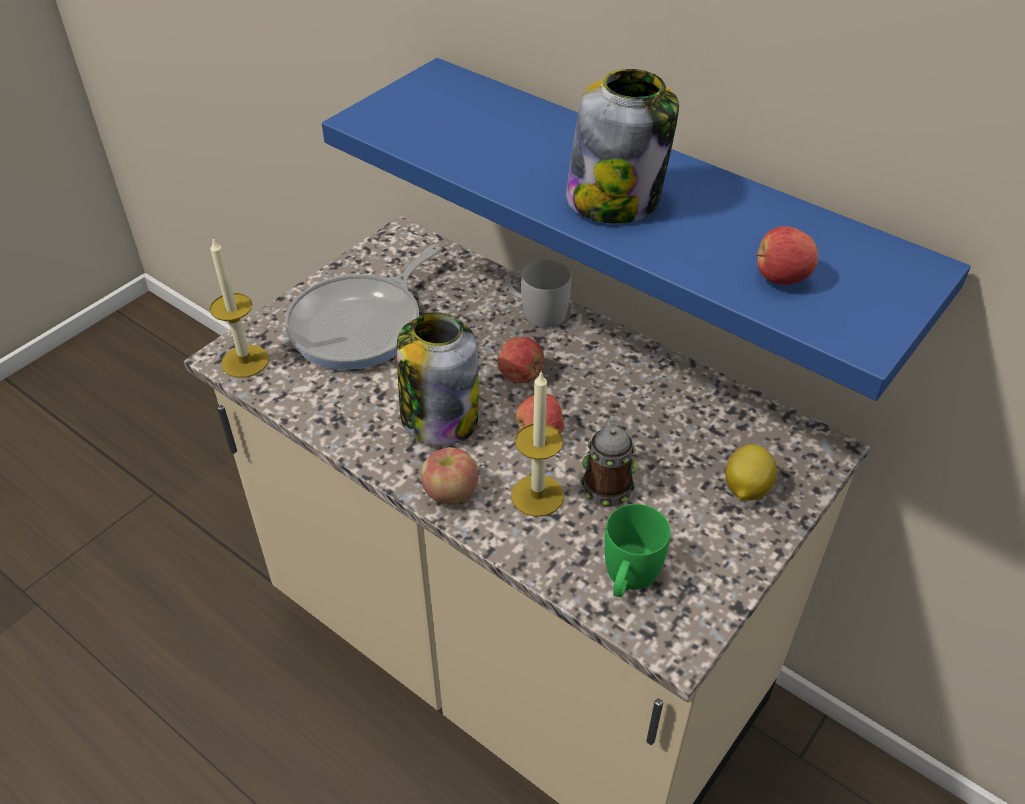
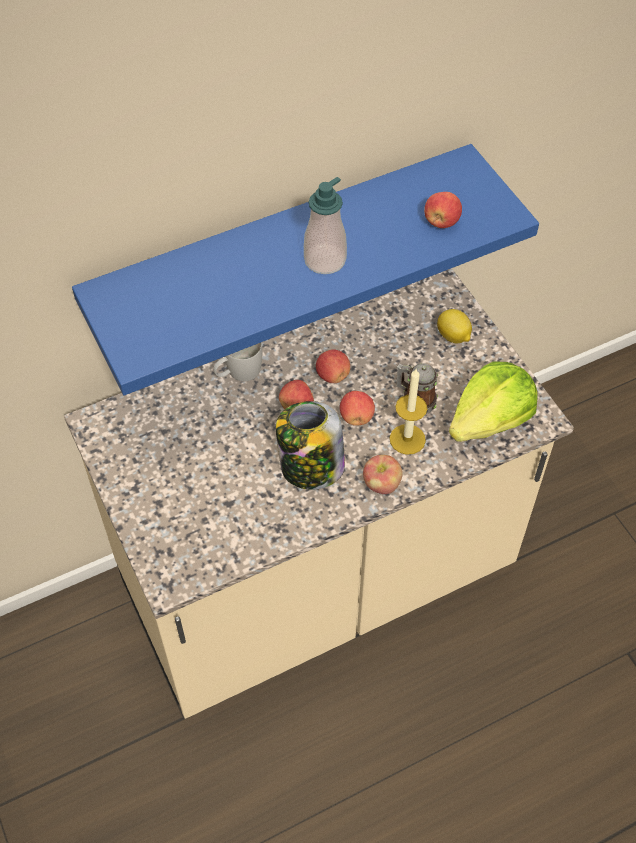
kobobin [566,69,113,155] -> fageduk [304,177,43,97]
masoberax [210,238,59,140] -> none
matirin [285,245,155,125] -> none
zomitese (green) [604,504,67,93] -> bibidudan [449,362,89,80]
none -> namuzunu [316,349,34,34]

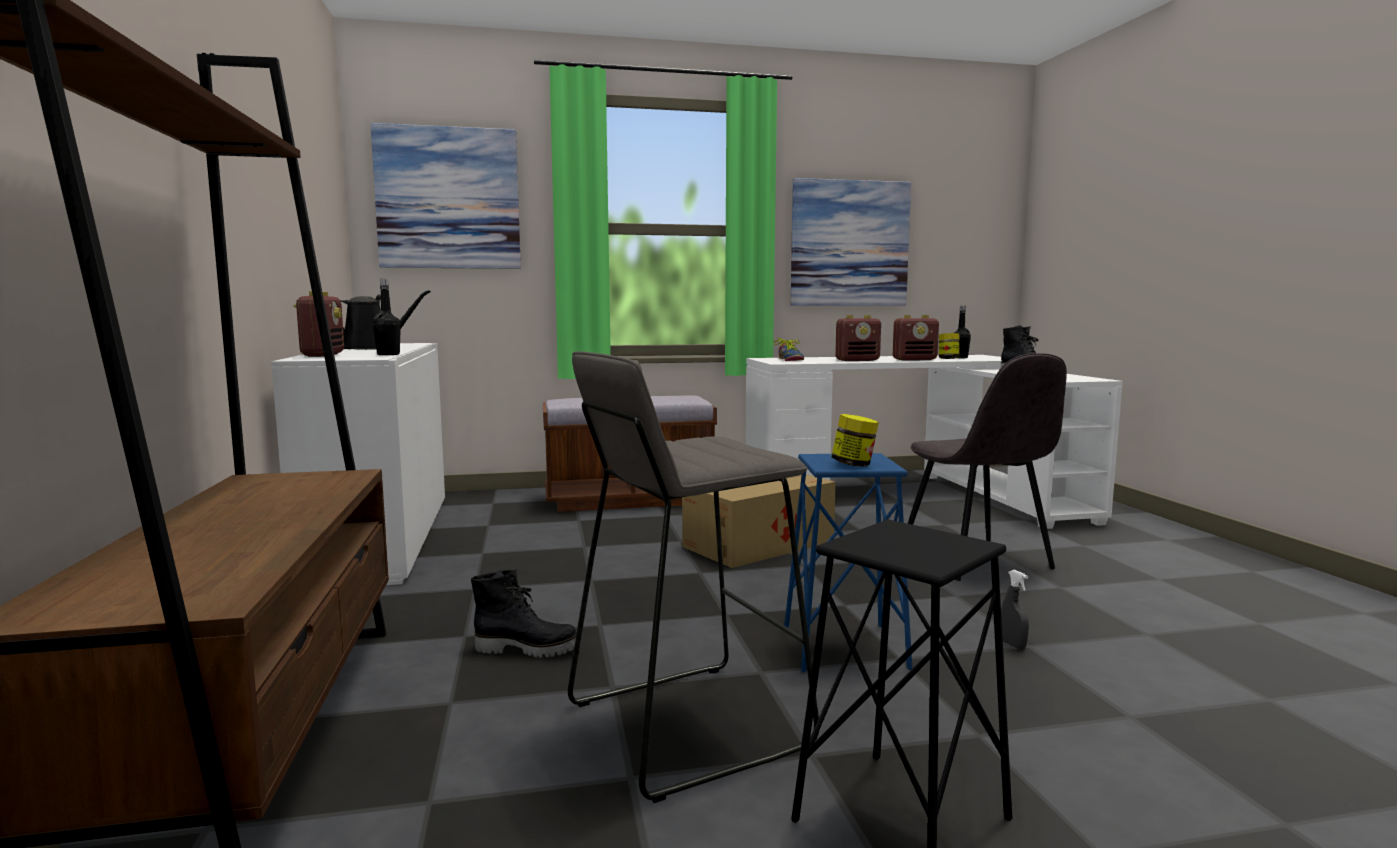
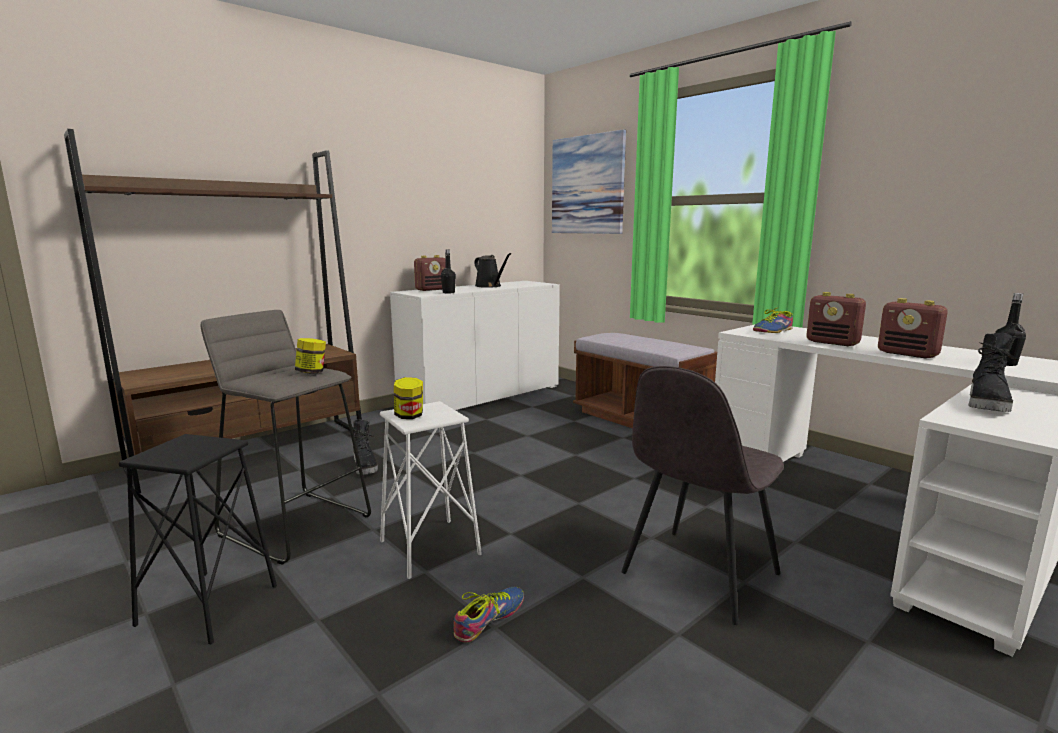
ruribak [791,178,120,128] -> none
kobobin [939,333,21,26] -> kobobin [295,338,31,36], relocated
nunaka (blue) [784,453,128,219] -> nunaka (white) [380,401,102,178]
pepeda [682,475,154,93] -> none
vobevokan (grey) [1001,570,28,80] -> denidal [453,587,71,55]

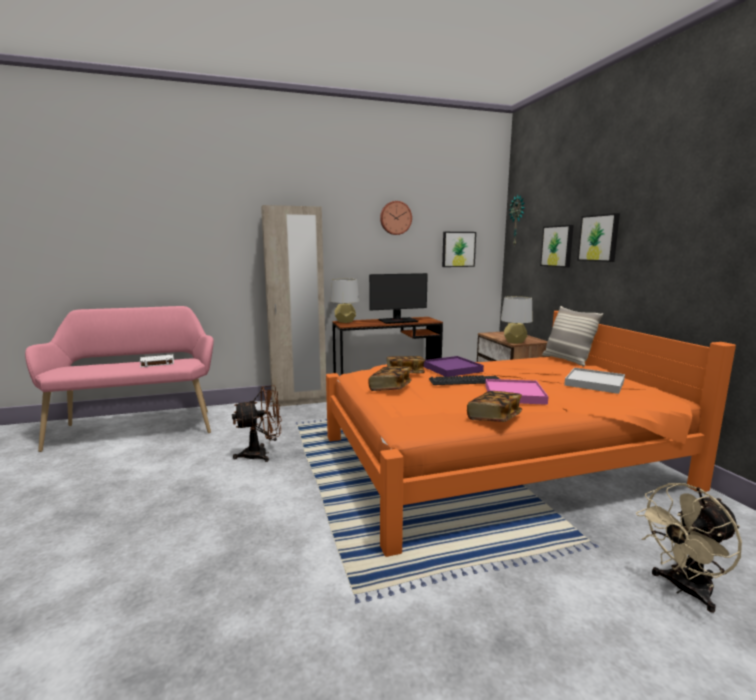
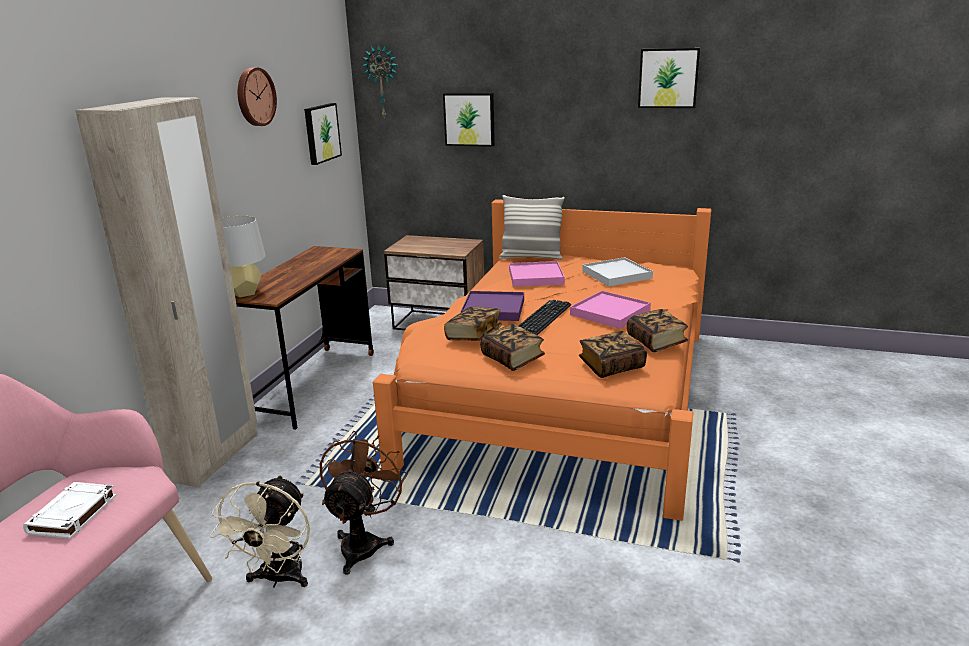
ruribak [577,213,43,49] -> ruribak [638,48,62,60], relocated
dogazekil [369,273,59,51] -> none
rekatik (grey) [501,296,32,48] -> none
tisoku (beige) [636,483,106,130] -> tisoku (beige) [210,475,100,113], relocated
none -> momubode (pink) [509,261,56,26]
none -> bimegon [579,331,68,47]

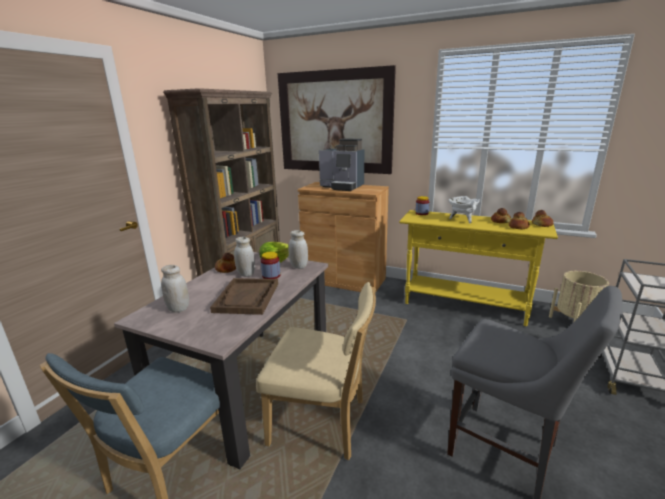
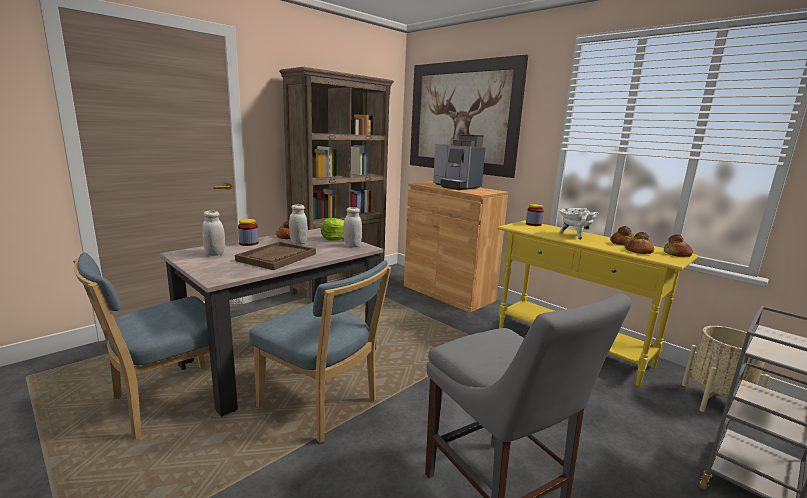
kobobin [261,252,19,27] -> kobobin [238,219,21,27], relocated
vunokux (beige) [256,282,120,178] -> vunokux (blue) [249,260,142,183]

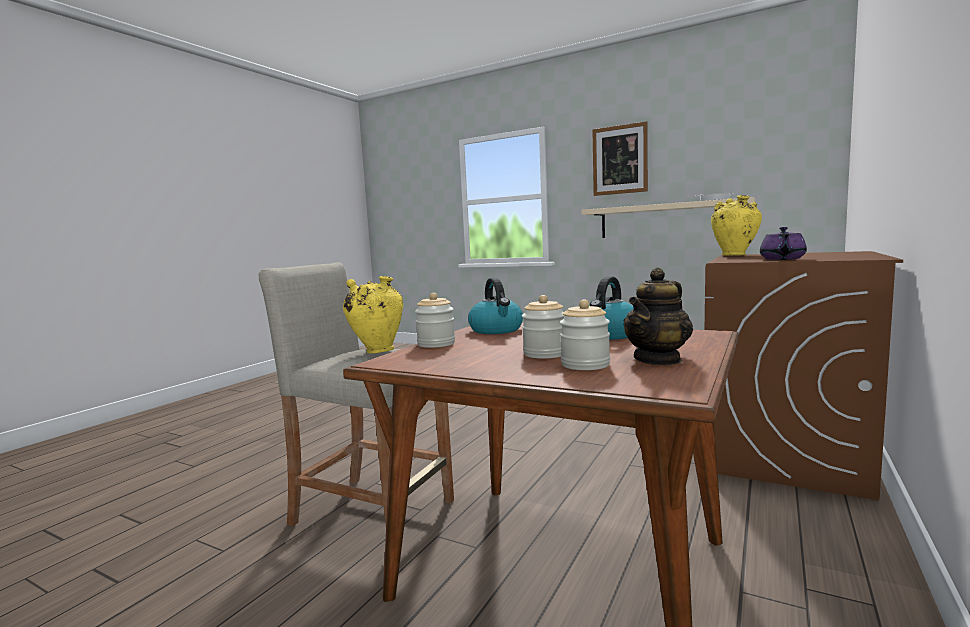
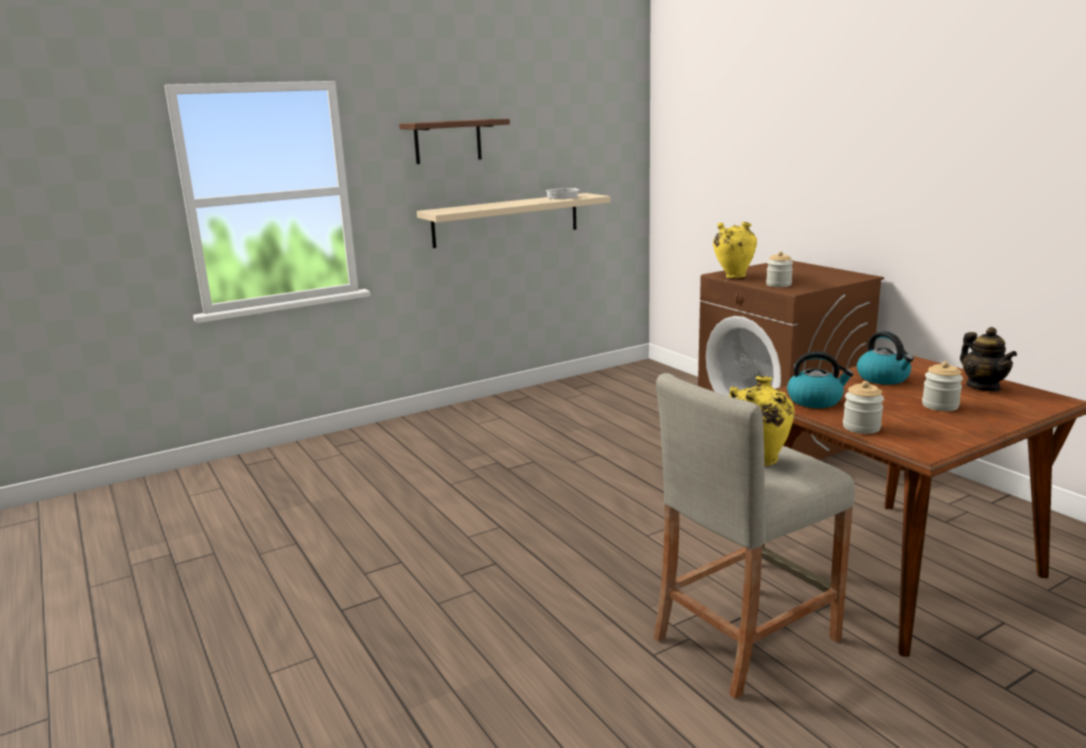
ruribak [592,121,56,75] -> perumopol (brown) [399,119,111,45]
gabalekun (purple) [760,227,47,33] -> none
kobobin [560,299,50,71] -> kobobin [766,251,27,36], relocated

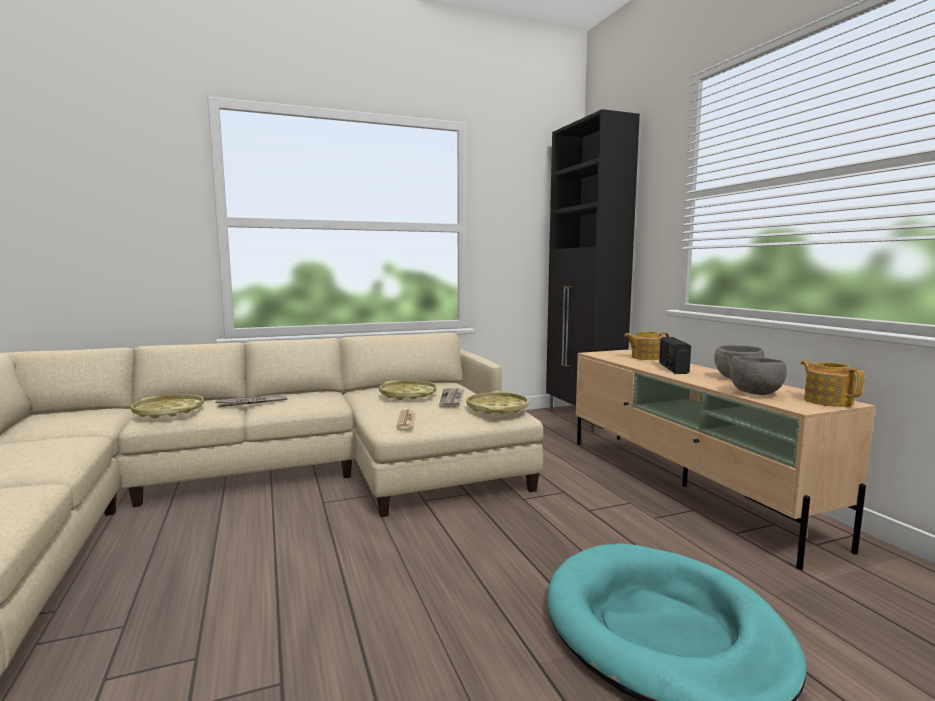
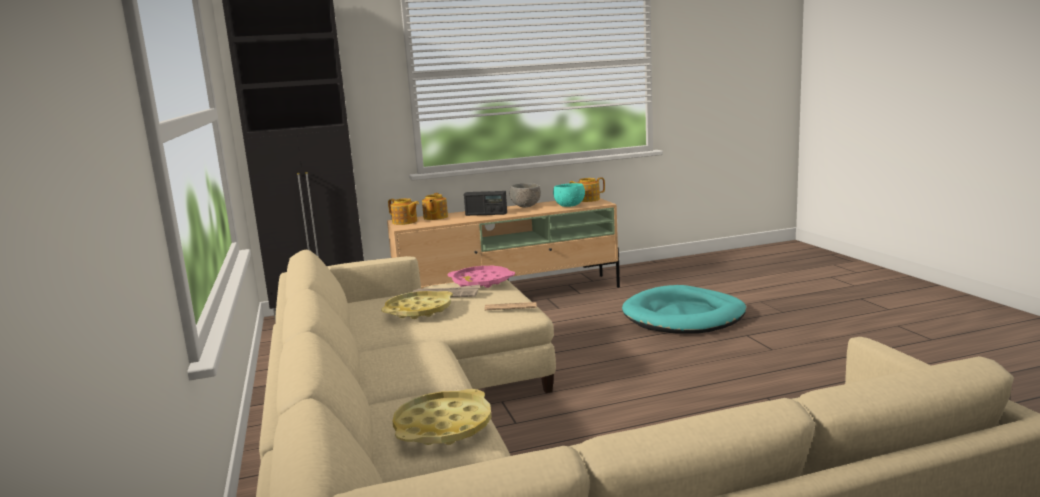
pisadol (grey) [729,356,58,39] -> pisadol (turquoise) [553,183,32,24]
momubode (yellow) [467,391,62,23] -> momubode (pink) [447,266,68,22]
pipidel [215,394,72,13] -> none
none -> gabalekun [388,198,31,27]

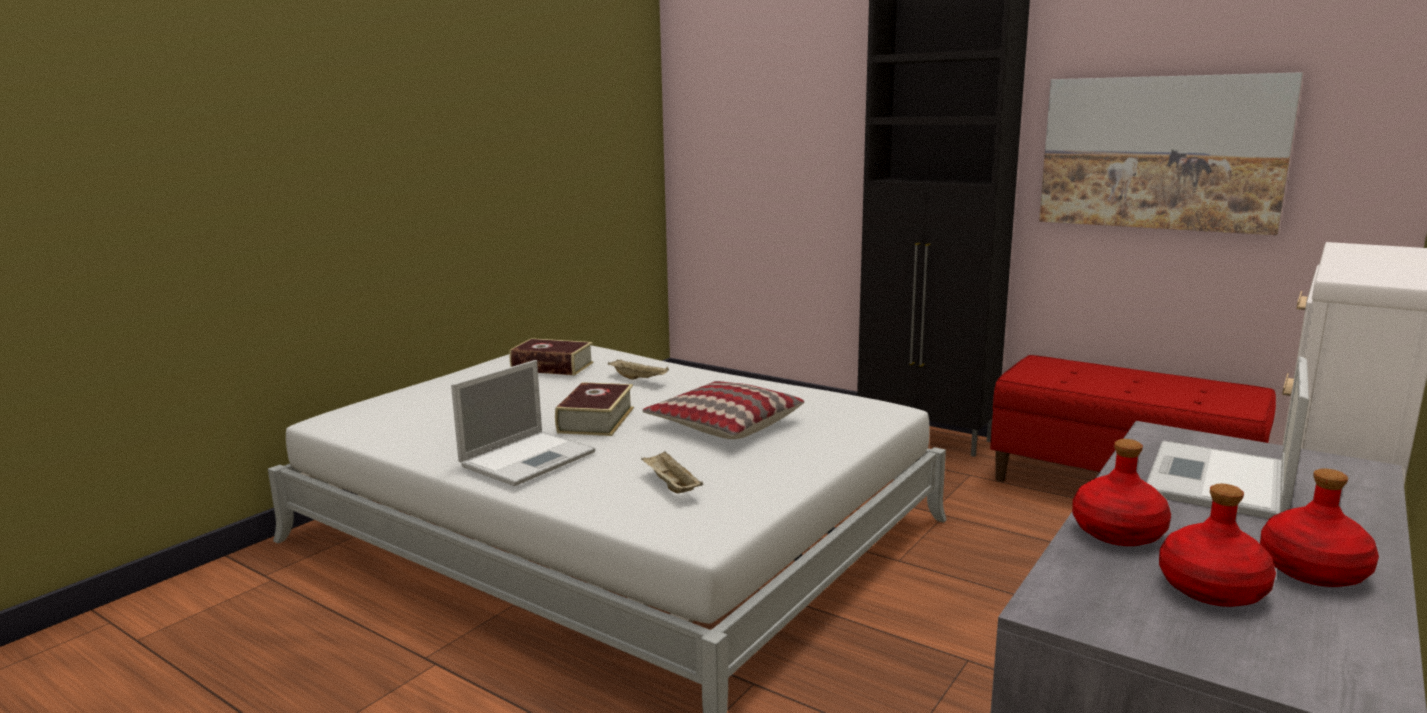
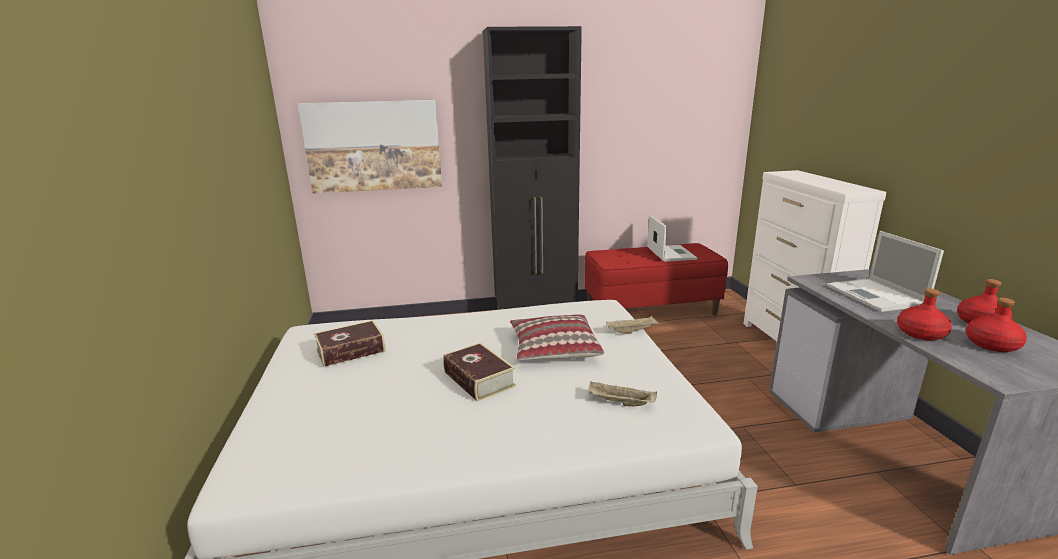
ruribak [1039,72,264,163] -> ruribak [298,100,144,93], relocated
momubode (beige) [608,359,61,21] -> momubode (beige) [606,316,55,18], relocated
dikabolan [451,360,144,126] -> dikabolan [647,215,50,47], relocated

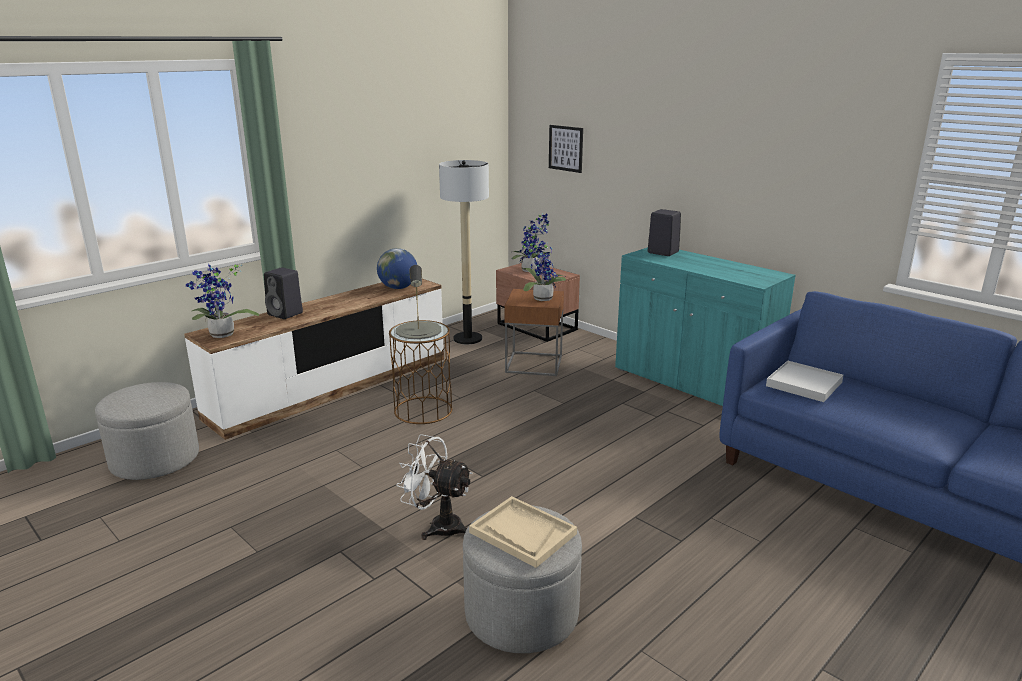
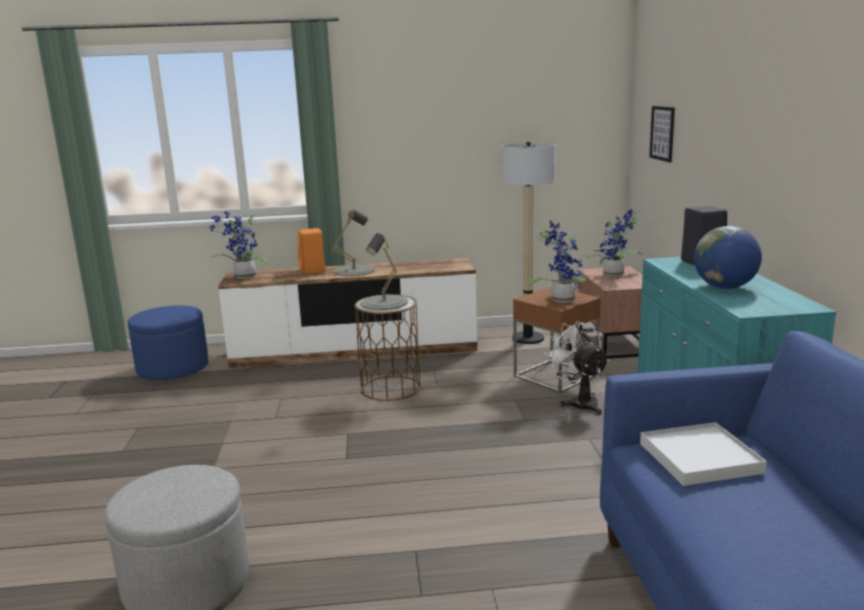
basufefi [377,248,40,41] -> basufefi [694,226,68,63], relocated
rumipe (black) [264,267,39,52] -> rumipe (orange) [298,228,27,46]
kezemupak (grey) [95,382,104,98] -> kezemupak (blue) [128,305,81,75]
tisoku (white) [396,434,77,106] -> tisoku (white) [544,321,66,94], relocated
momubode (beige) [469,496,108,72] -> none
none -> rekatik (grey) [332,209,43,67]

